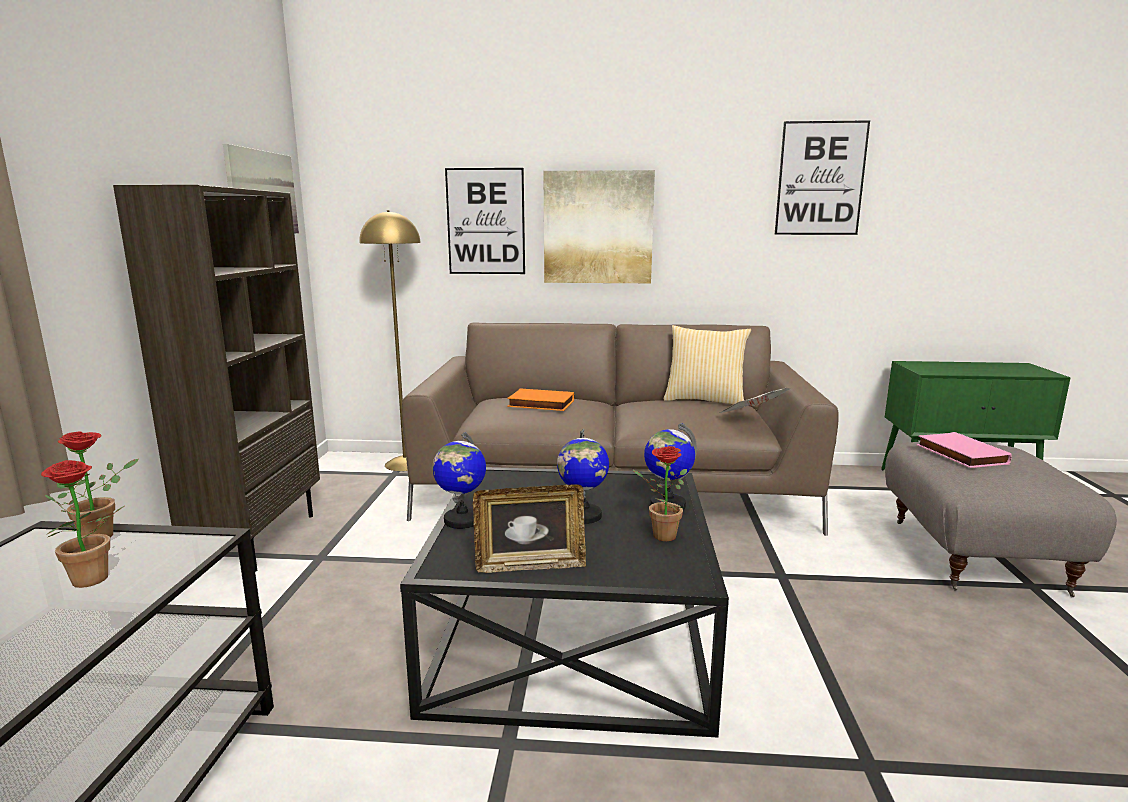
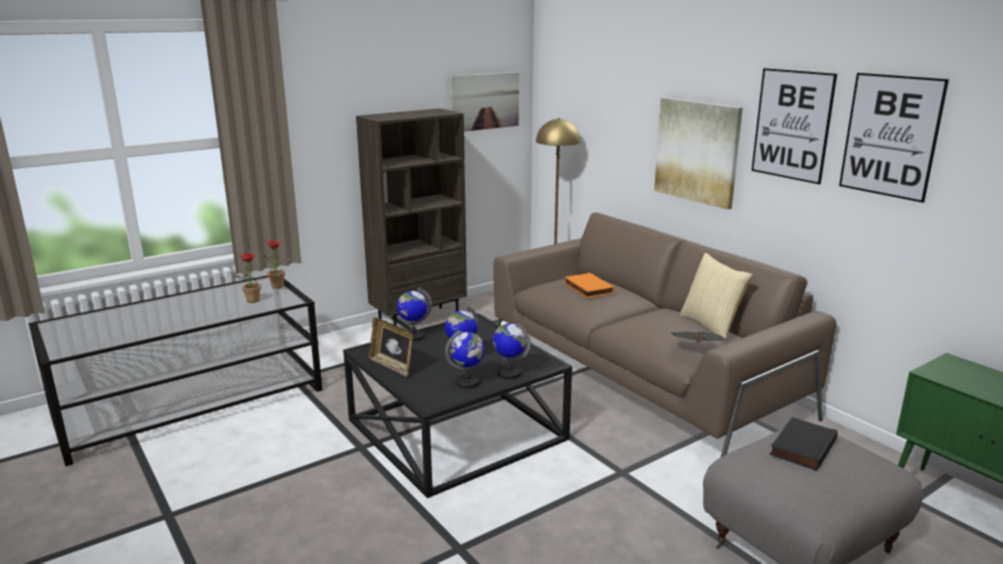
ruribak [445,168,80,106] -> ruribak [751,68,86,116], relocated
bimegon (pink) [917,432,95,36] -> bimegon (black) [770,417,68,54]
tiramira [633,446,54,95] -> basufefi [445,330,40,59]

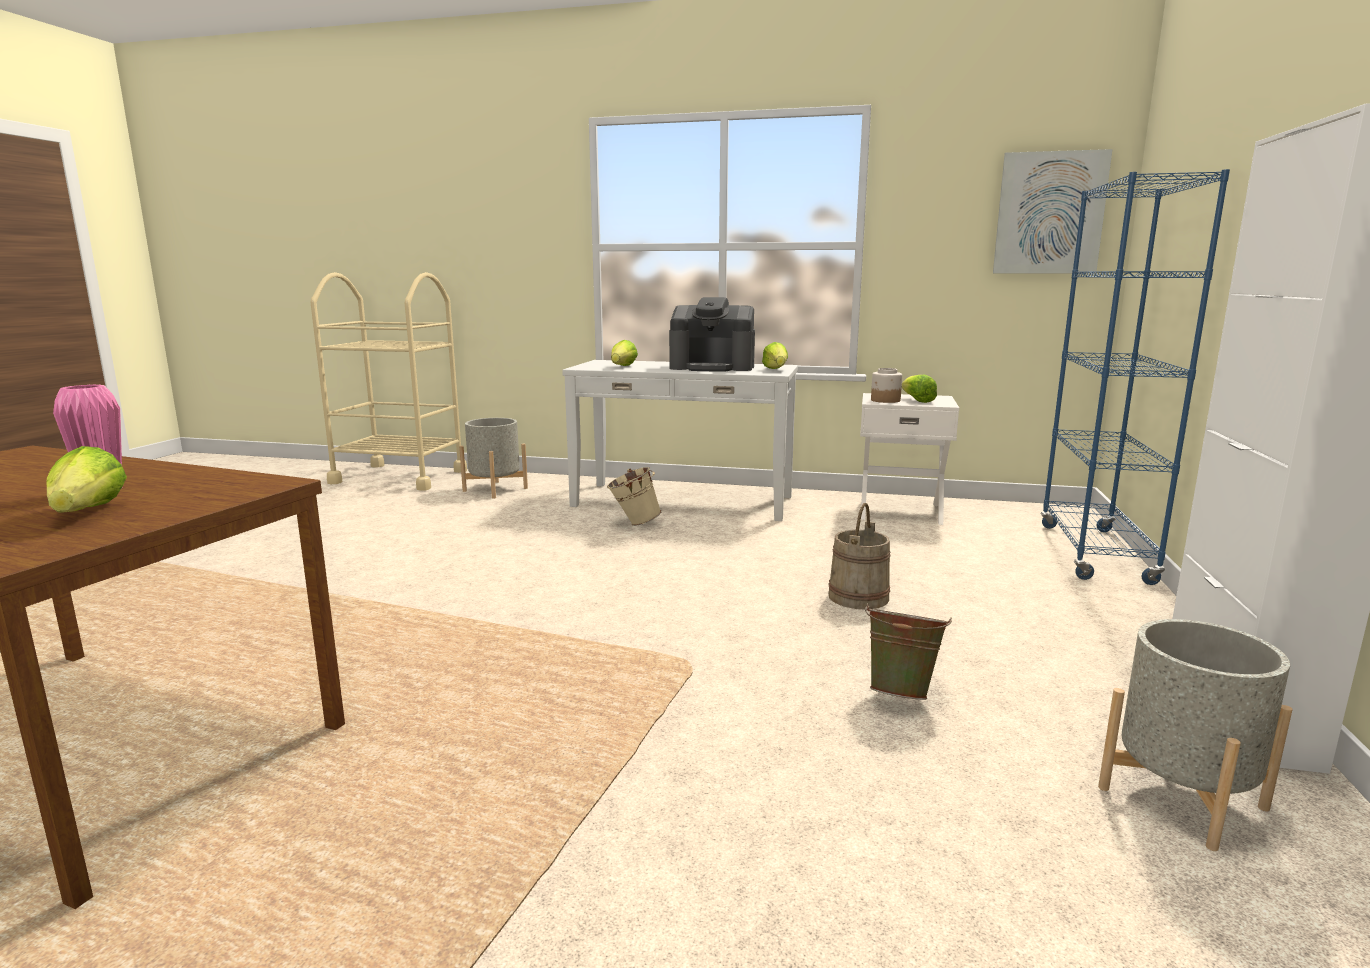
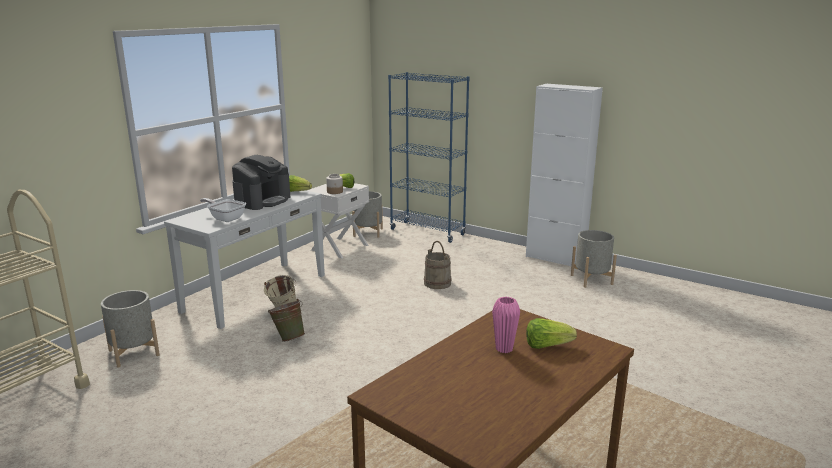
ruribak [993,149,120,124] -> none
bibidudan [611,340,27,26] -> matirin [200,198,46,24]
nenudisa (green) [865,603,87,97] -> nenudisa (green) [268,299,37,43], relocated
none -> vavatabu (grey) [352,191,31,47]

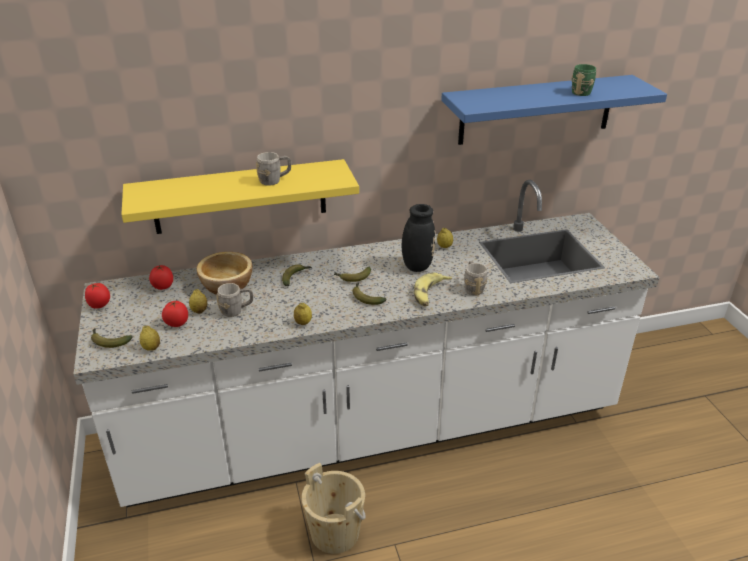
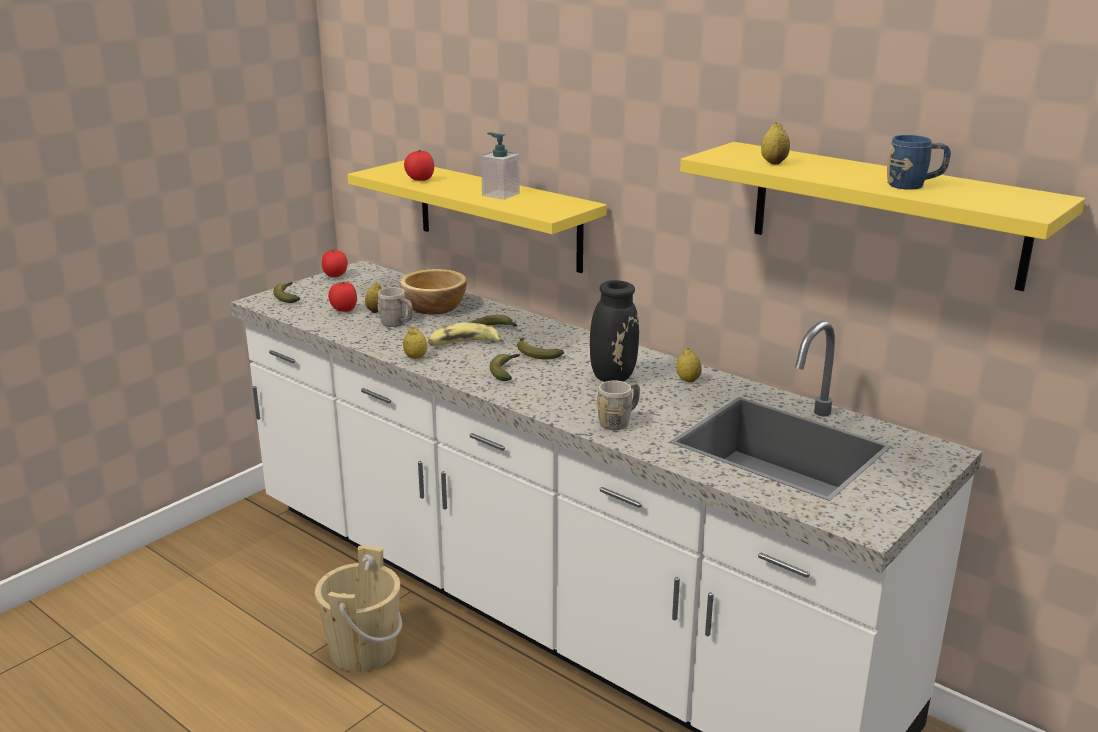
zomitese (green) [571,64,25,32] -> zomitese (blue) [887,135,64,55]
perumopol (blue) [441,75,226,70] -> perumopol (yellow) [680,142,405,149]
zomitese (grey) [256,152,35,34] -> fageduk [481,132,39,68]
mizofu [149,265,24,25] -> mizofu [404,150,30,31], relocated
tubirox [414,273,38,33] -> tubirox [428,323,74,23], relocated
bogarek [140,326,20,25] -> bogarek [761,122,29,43], relocated

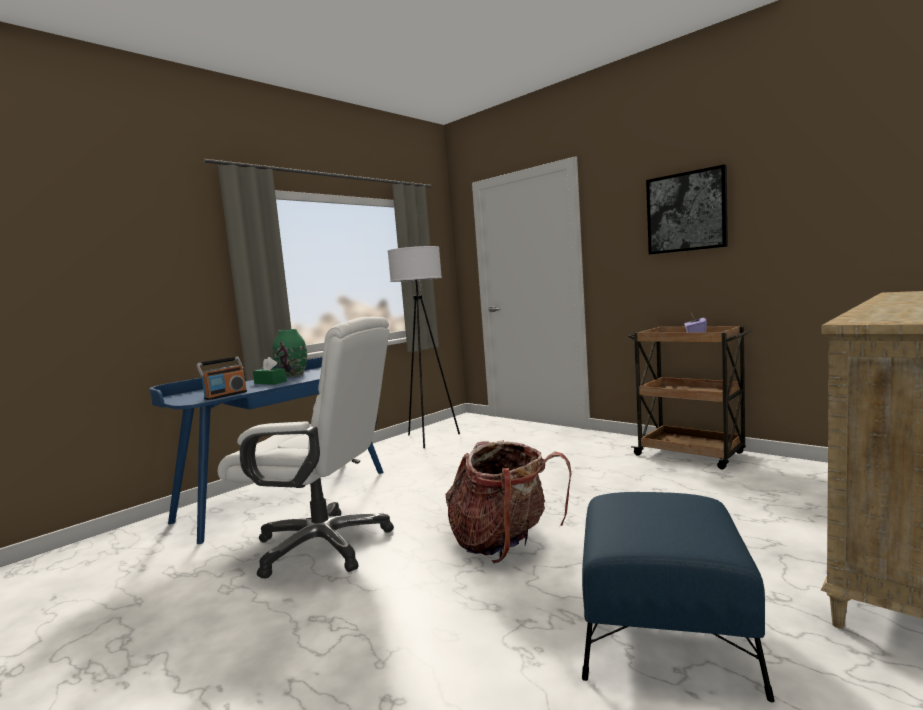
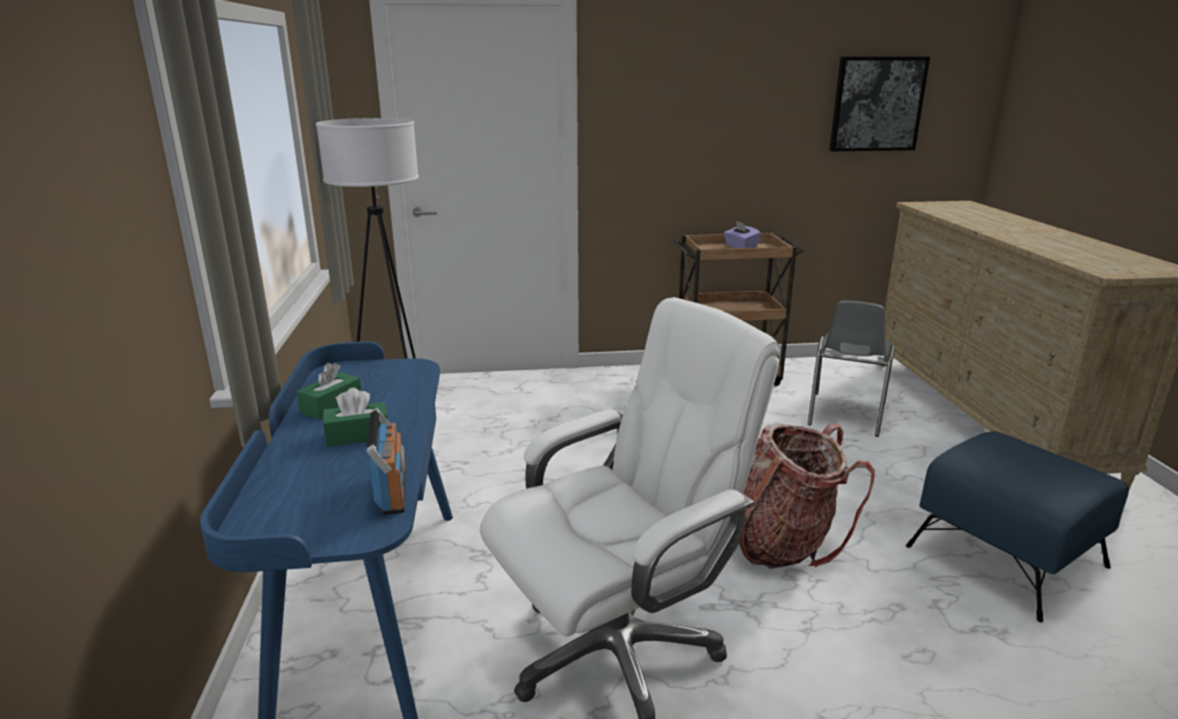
ruribak [646,164,82,91] -> ruribak [829,57,101,94], relocated
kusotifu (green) [273,329,34,48] -> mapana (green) [297,363,65,57]
none -> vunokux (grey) [808,301,87,136]

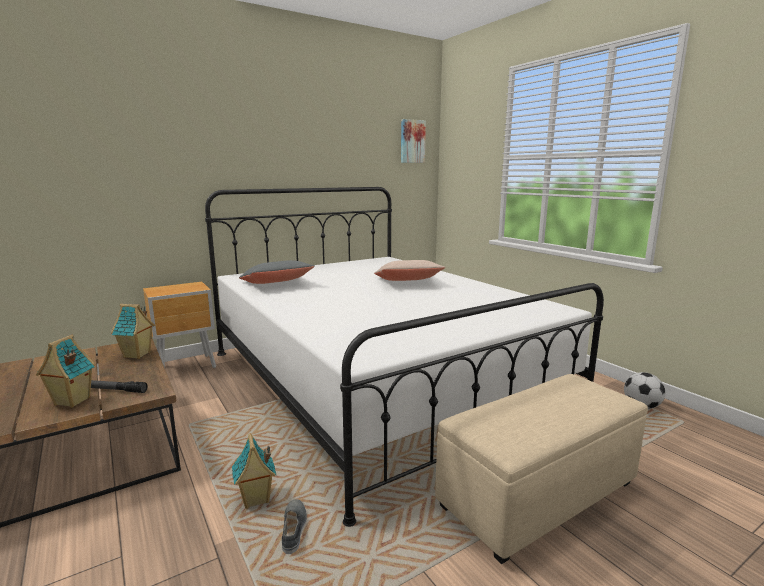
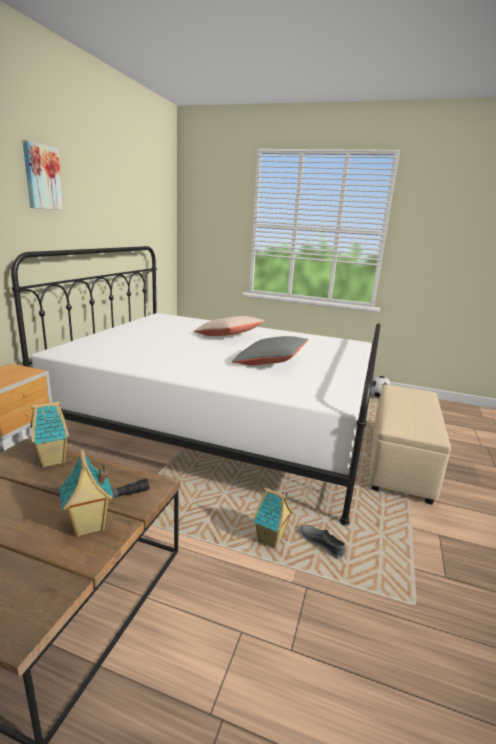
ruribak [401,119,25,44] -> ruribak [23,140,41,70], relocated
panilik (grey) [239,260,76,24] -> panilik (grey) [232,336,76,29], relocated

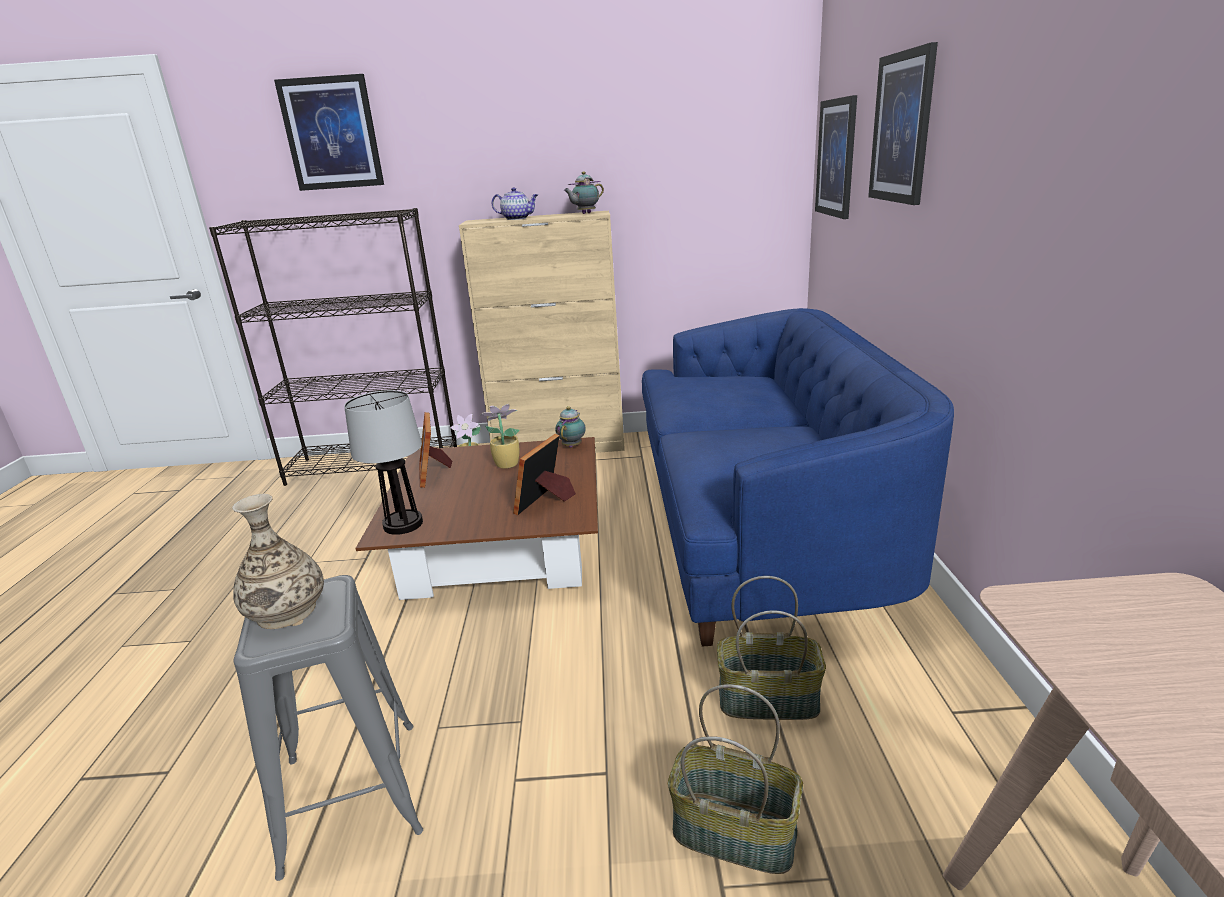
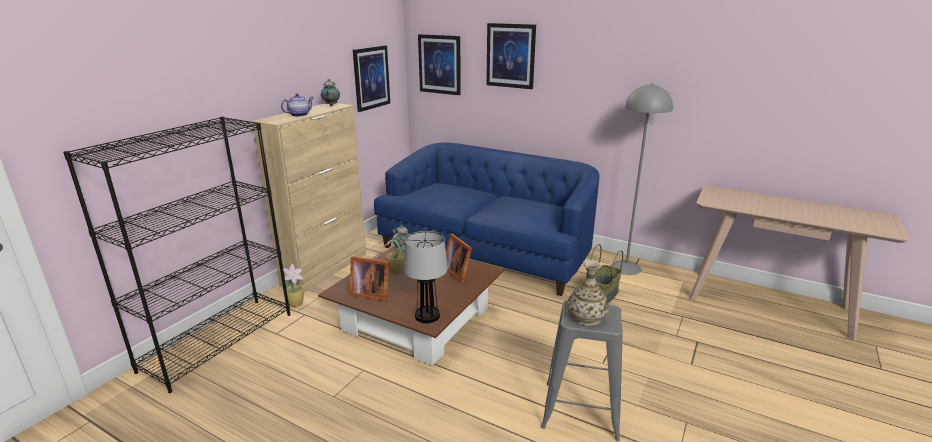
ruribak [274,74,110,117] -> ruribak [353,45,37,67], relocated
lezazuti [668,684,135,190] -> none
none -> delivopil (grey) [611,83,62,192]

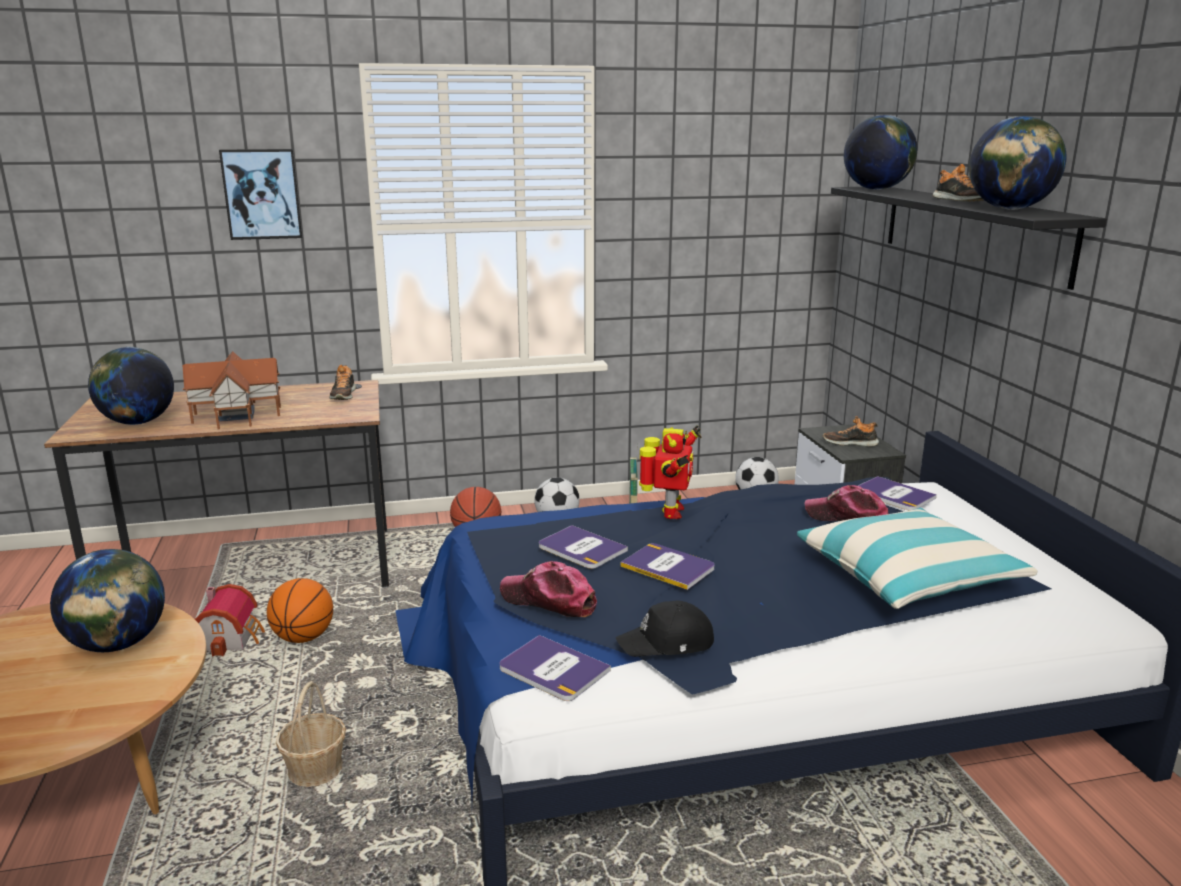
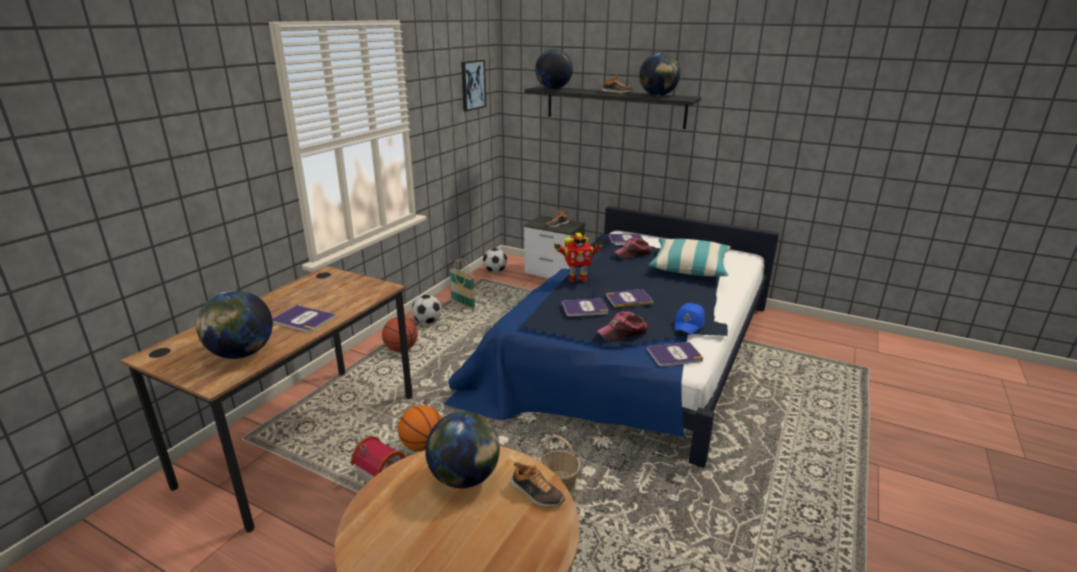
ruribak [219,149,84,91] -> ruribak [461,60,25,51], relocated
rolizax [183,351,98,78] -> bimegon [272,305,64,28]
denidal [329,365,27,35] -> denidal [510,462,55,45], relocated
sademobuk [639,425,62,94] -> sademobuk [554,233,49,49], 120 degrees clockwise
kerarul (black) [616,601,98,56] -> kerarul (blue) [675,303,30,31]

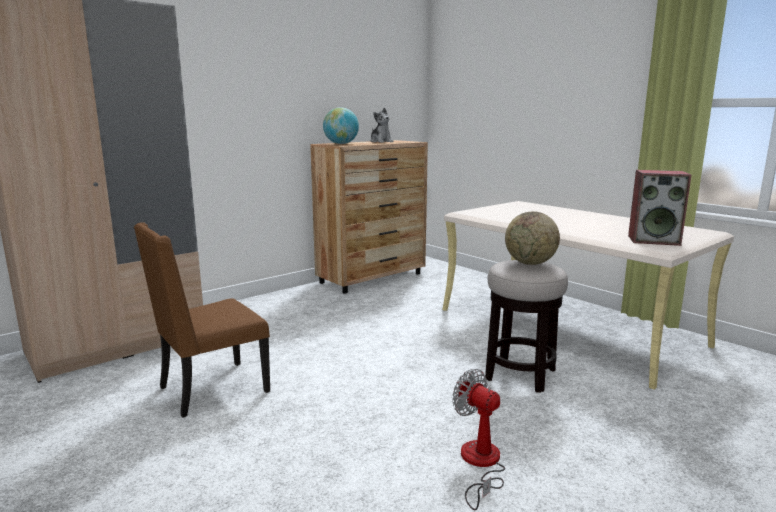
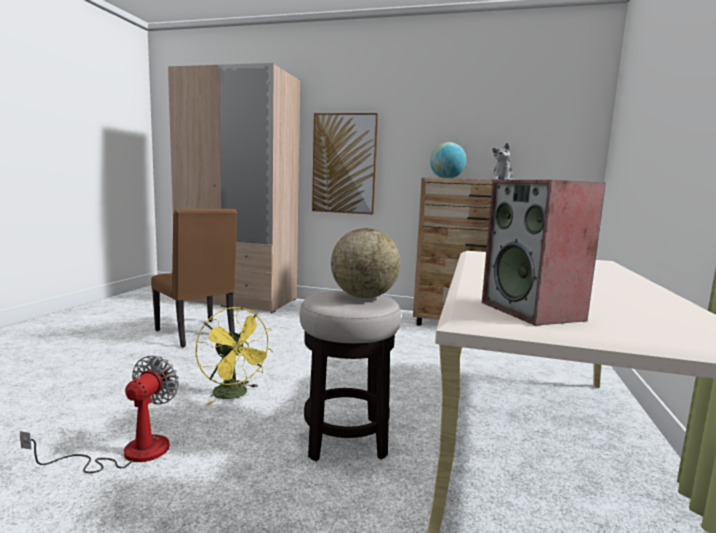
vunokux (brown) [134,222,136,196] -> vunokux (brown) [151,209,87,138], 150 degrees counterclockwise
none -> ruribak [312,113,66,101]
none -> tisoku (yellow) [196,307,77,98]

